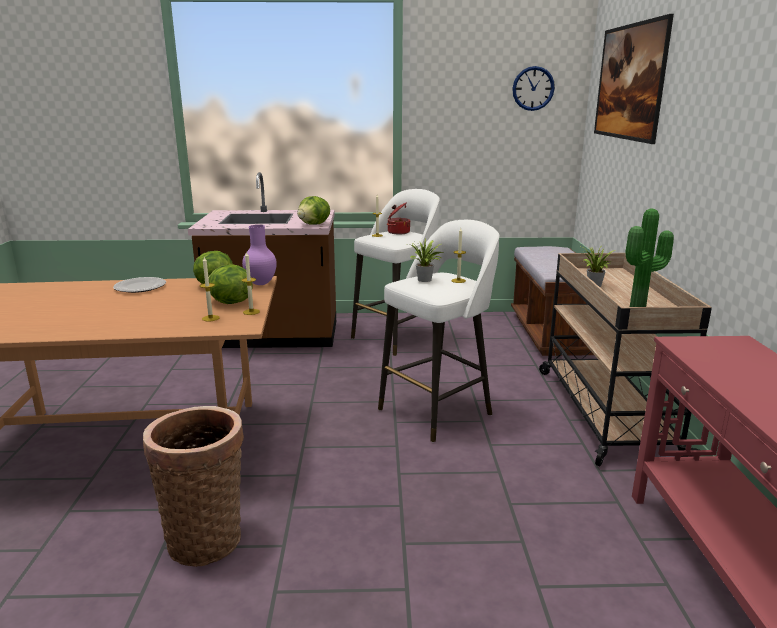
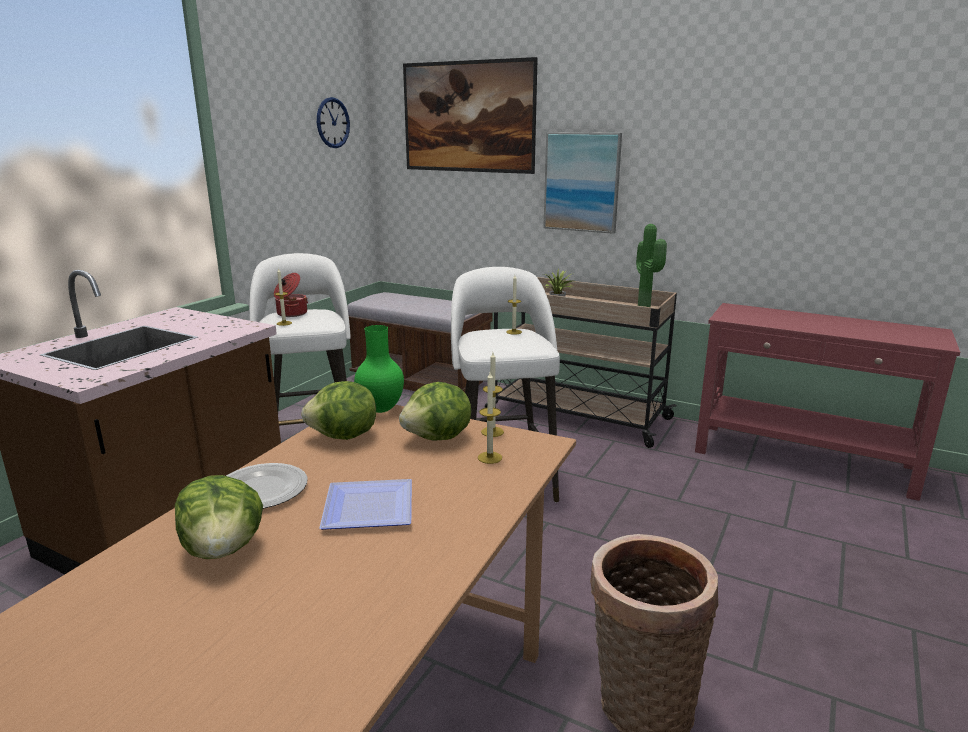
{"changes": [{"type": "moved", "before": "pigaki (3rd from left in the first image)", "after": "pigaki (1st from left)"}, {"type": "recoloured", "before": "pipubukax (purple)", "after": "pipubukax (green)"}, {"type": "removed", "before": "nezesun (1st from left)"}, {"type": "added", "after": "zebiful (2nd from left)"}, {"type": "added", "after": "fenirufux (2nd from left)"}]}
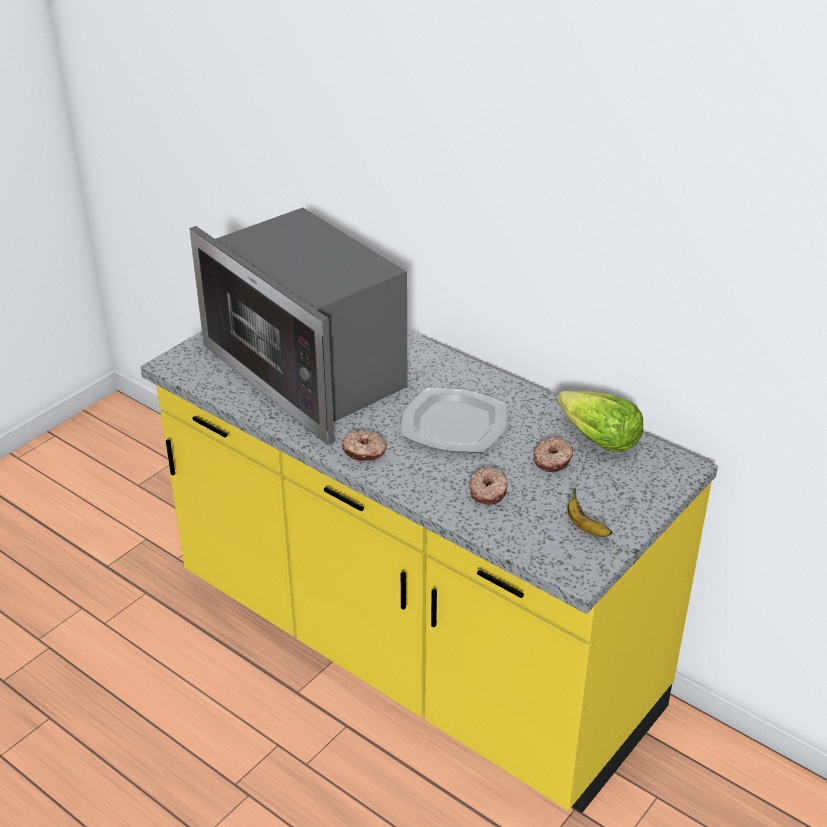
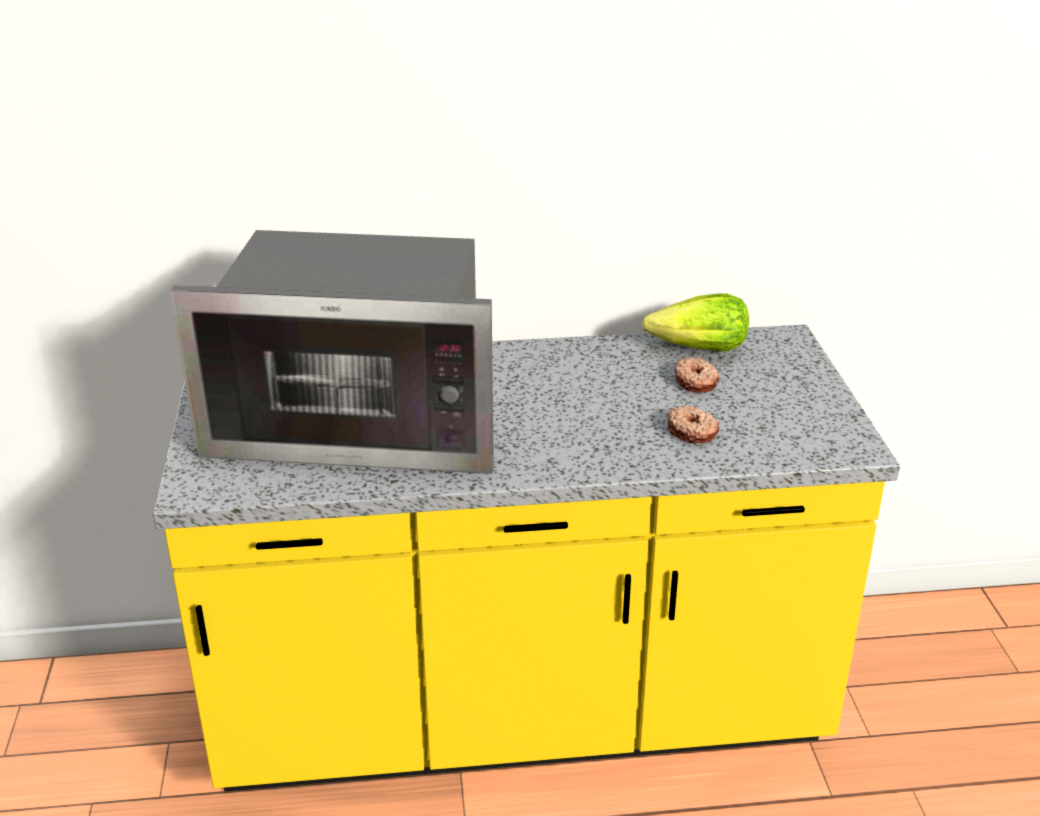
{"changes": [{"type": "removed", "before": "fenirufux"}, {"type": "removed", "before": "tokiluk (1st from left)"}, {"type": "removed", "before": "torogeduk"}]}
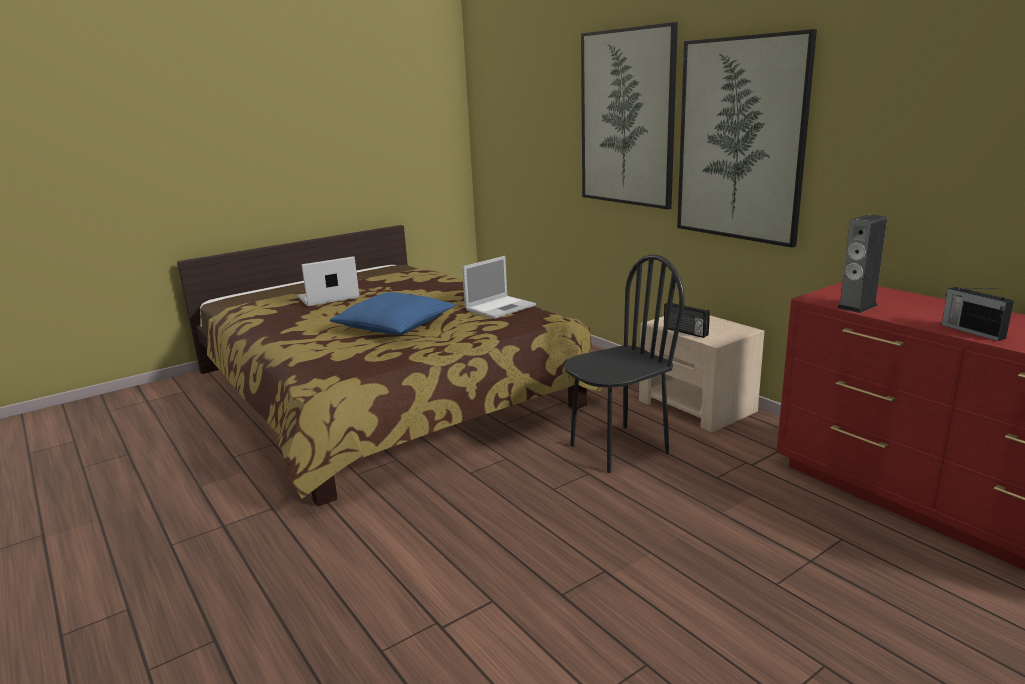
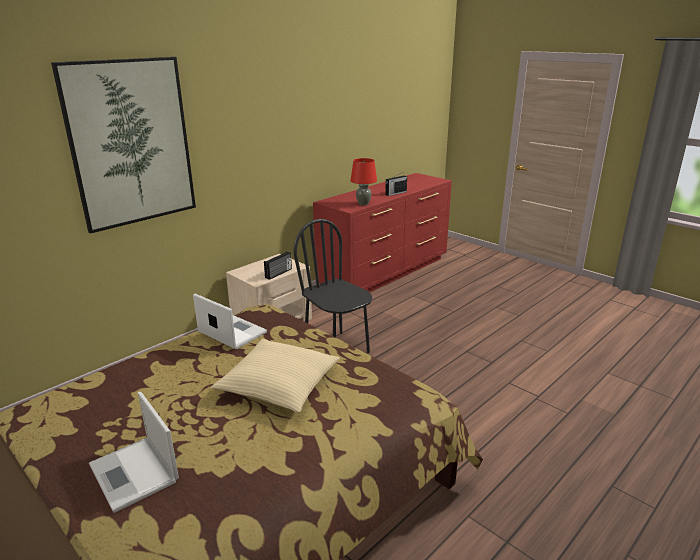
{"changes": [{"type": "removed", "before": "zebiful (2nd from left)"}, {"type": "replaced", "before": "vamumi", "after": "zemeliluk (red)"}, {"type": "recoloured", "before": "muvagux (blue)", "after": "muvagux (beige)"}]}
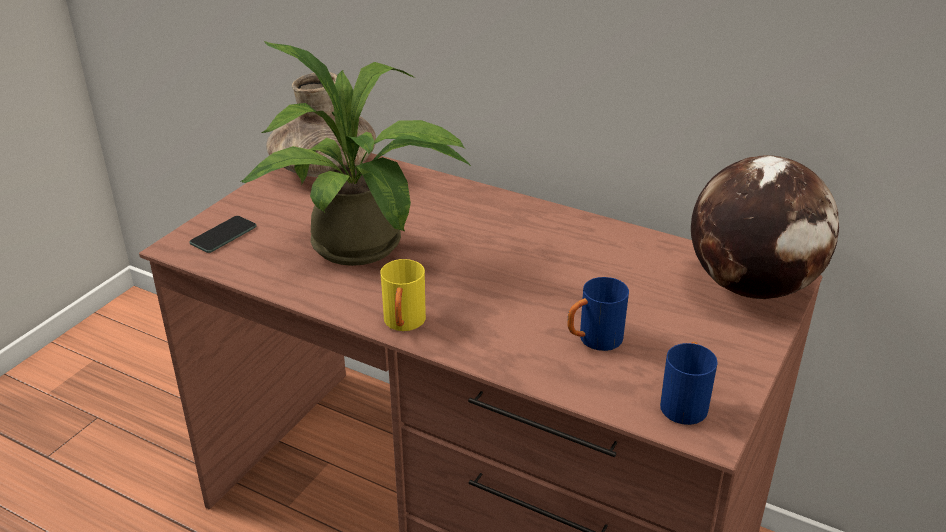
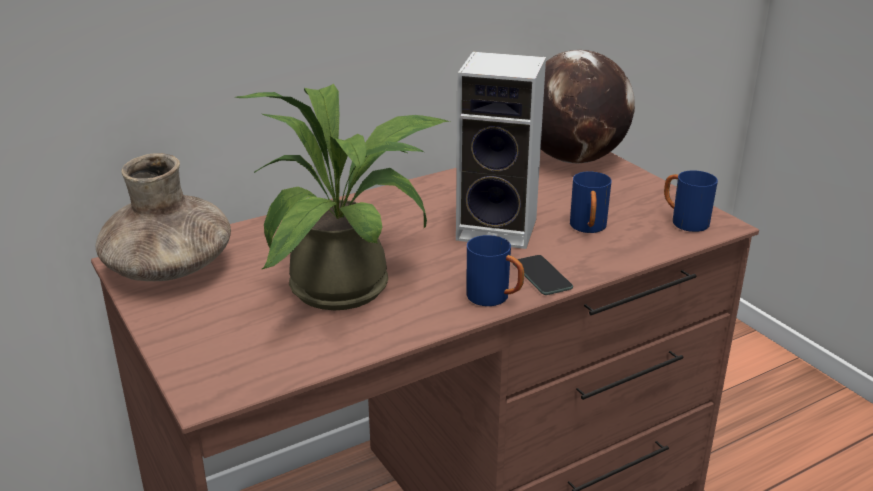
{"changes": [{"type": "moved", "before": "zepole"}, {"type": "recoloured", "before": "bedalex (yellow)", "after": "bedalex (blue) (1st from left)"}, {"type": "added", "after": "vamumi"}]}
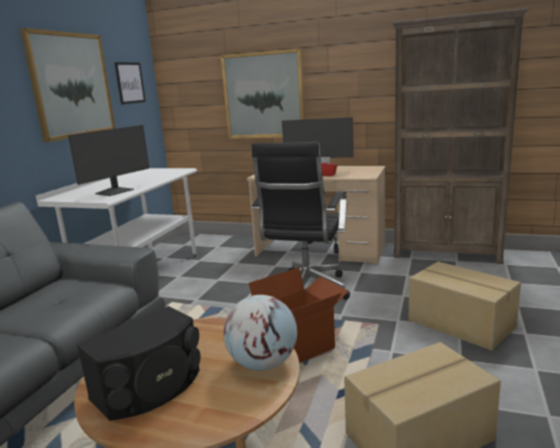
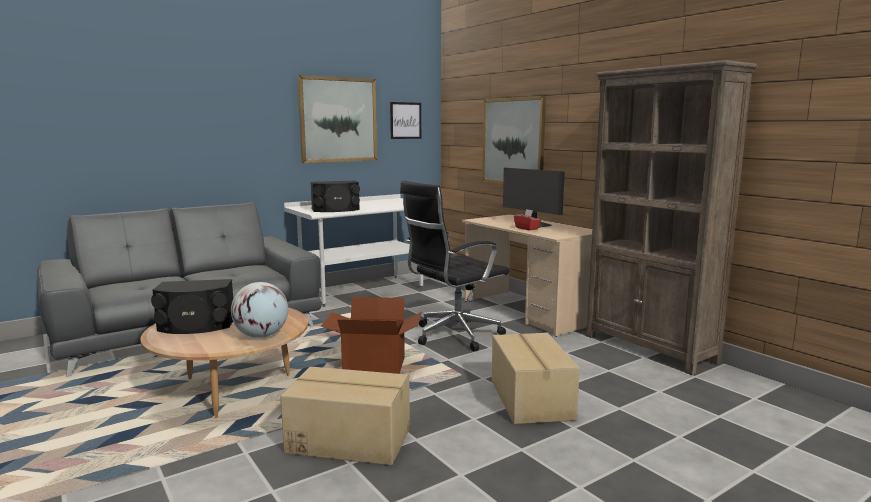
{"changes": [{"type": "replaced", "before": "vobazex (1st from left)", "after": "vamumi (black) (2nd from left)"}]}
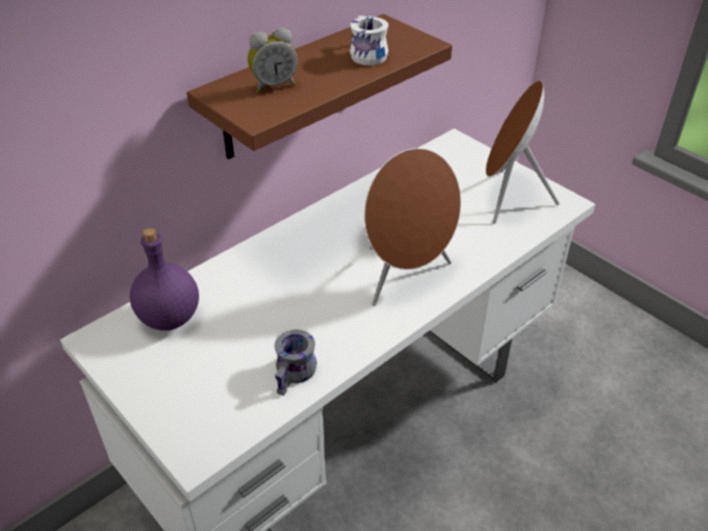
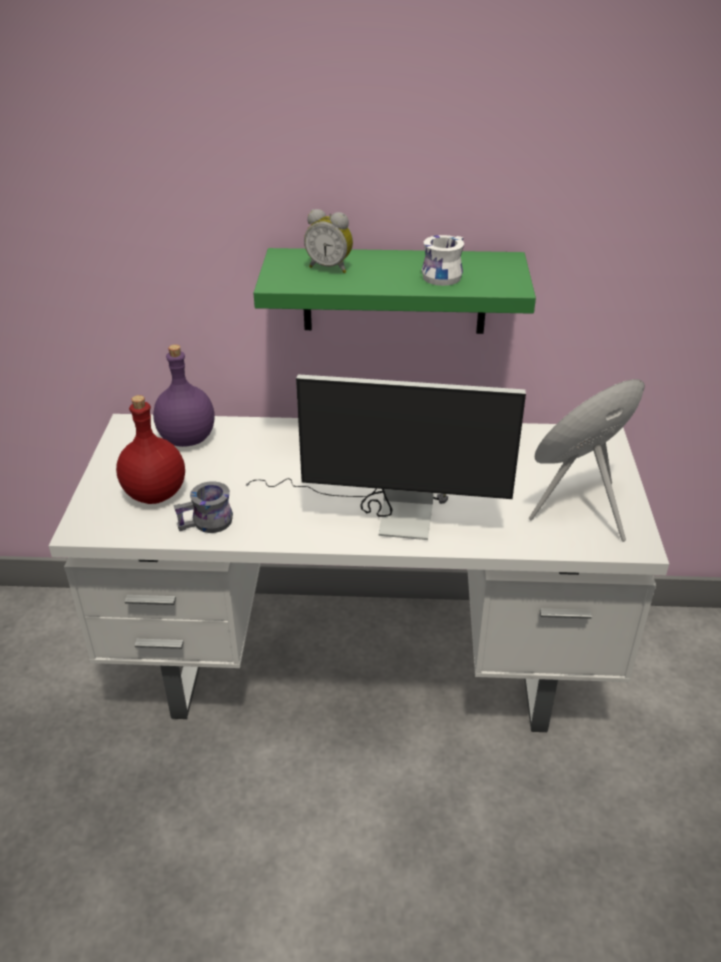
{"changes": [{"type": "recoloured", "before": "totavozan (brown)", "after": "totavozan (green)"}, {"type": "replaced", "before": "vamumi (brown) (1st from left)", "after": "vobazex"}, {"type": "added", "after": "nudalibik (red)"}]}
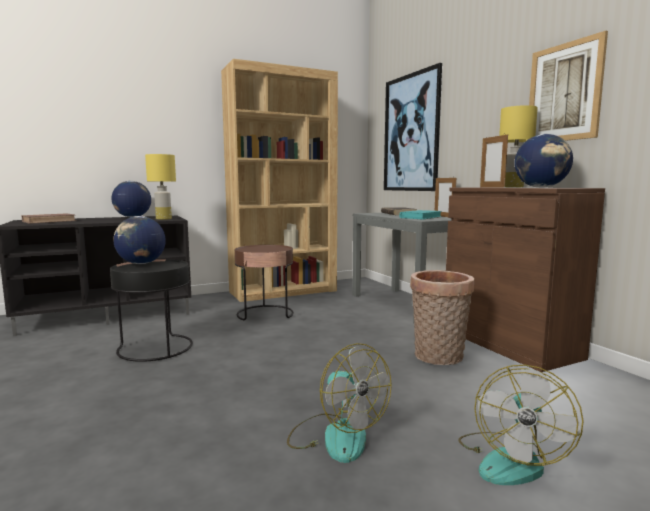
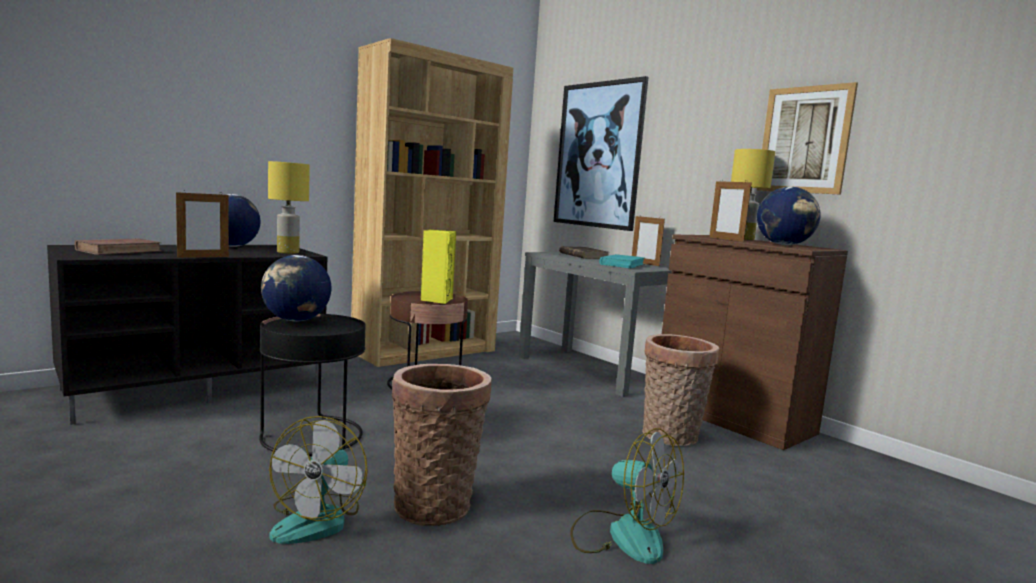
{"changes": [{"type": "moved", "before": "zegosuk (2nd from left in the first image)", "after": "zegosuk (1st from left)"}, {"type": "added", "after": "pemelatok (1st from left)"}, {"type": "added", "after": "vamumi (yellow)"}, {"type": "added", "after": "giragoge (1st from left)"}]}
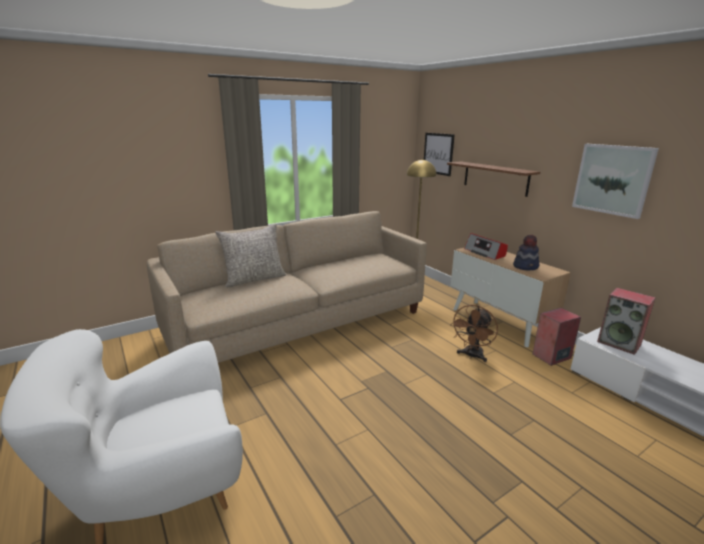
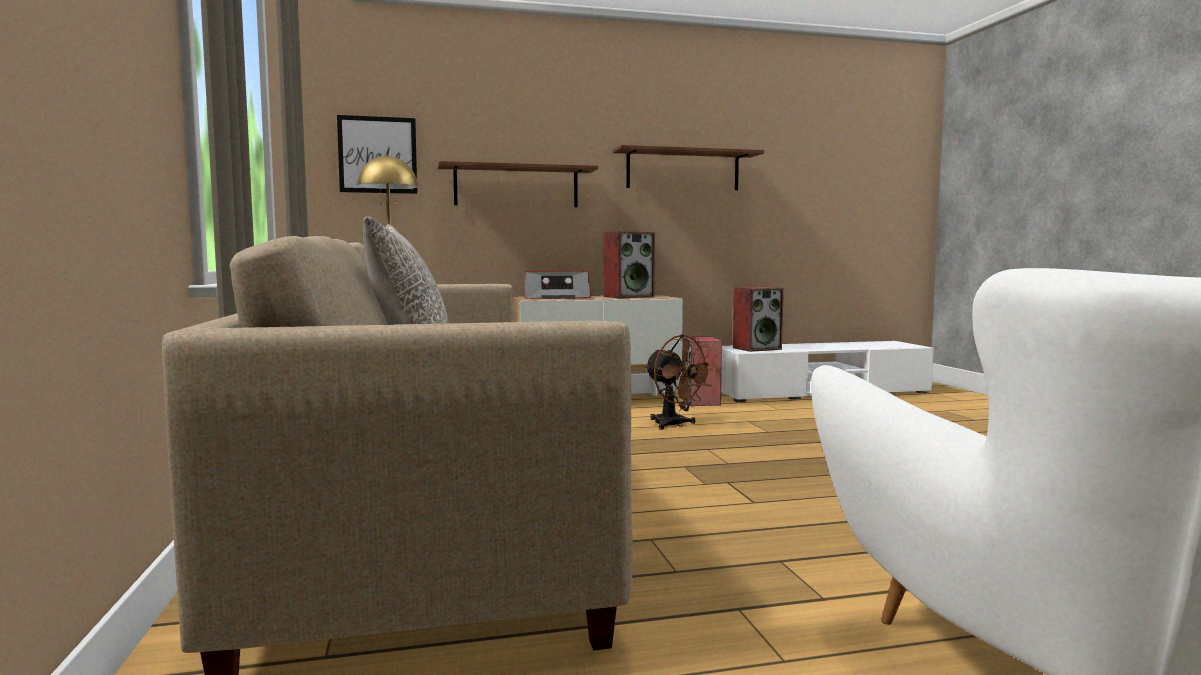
{"changes": [{"type": "replaced", "before": "zebiful (2nd from left)", "after": "totavozan (2nd from left)"}, {"type": "replaced", "before": "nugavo", "after": "vamumi (1st from left)"}]}
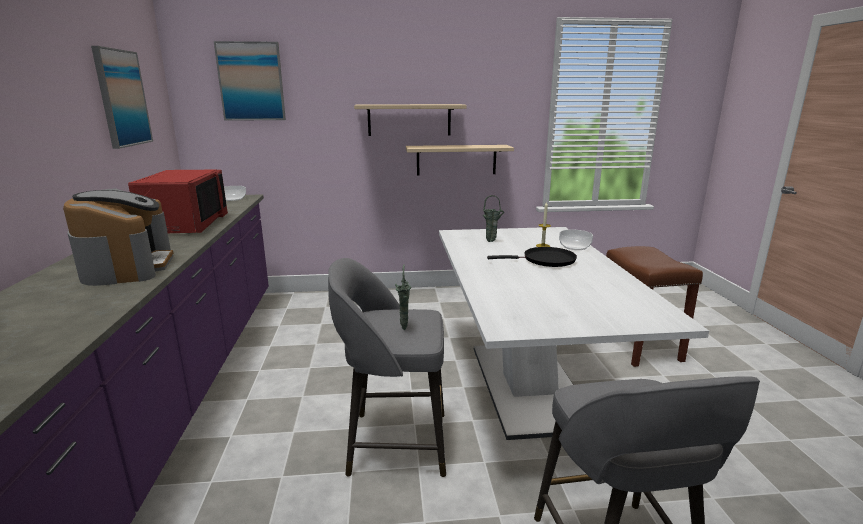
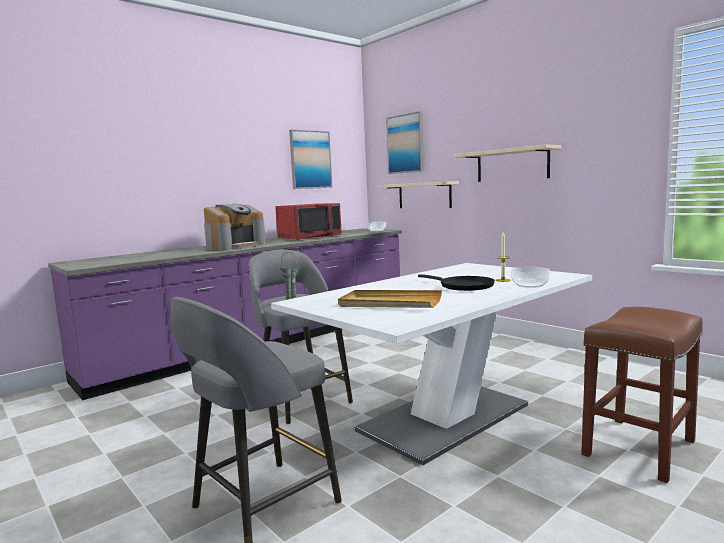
{"changes": [{"type": "moved", "before": "totavozan (beige) (2nd from left in the first image)", "after": "totavozan (beige) (1st from left)"}, {"type": "removed", "before": "pipubukax (green) (2nd from left)"}, {"type": "added", "after": "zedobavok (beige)"}]}
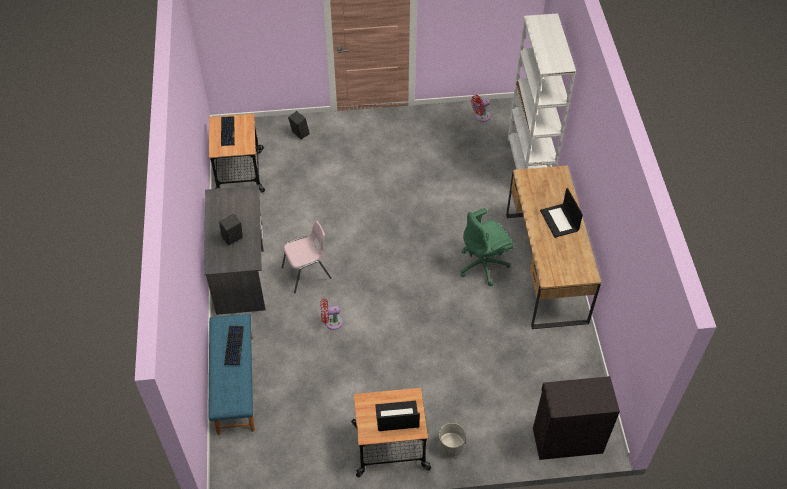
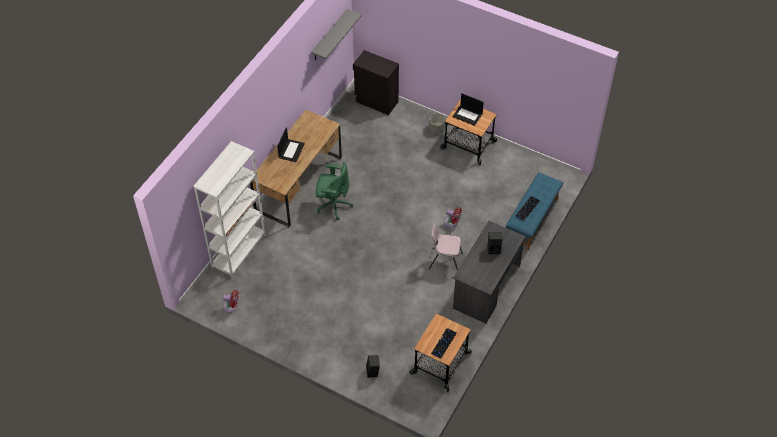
{"changes": [{"type": "added", "after": "totavozan (grey)"}]}
